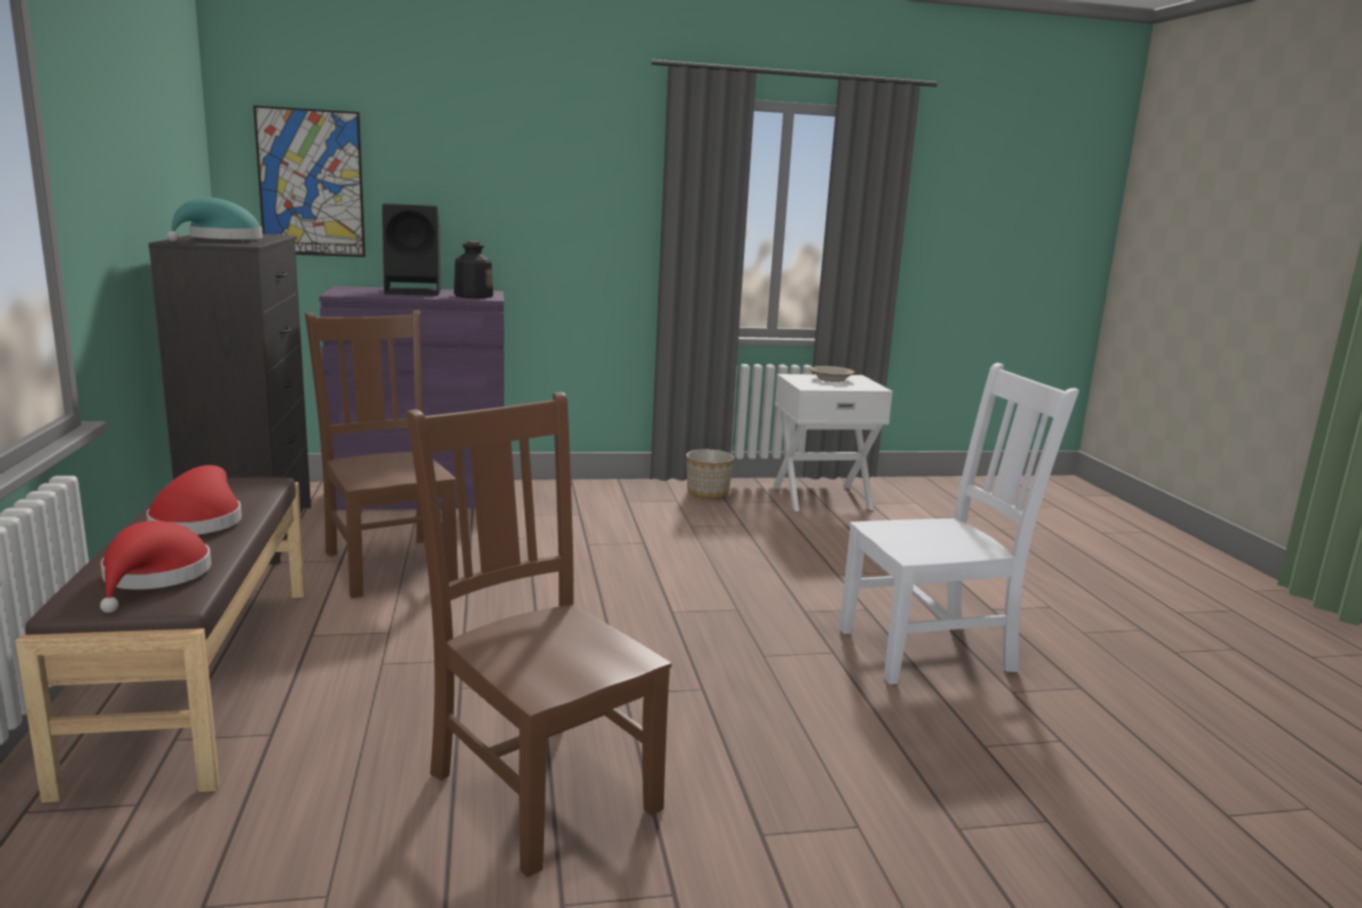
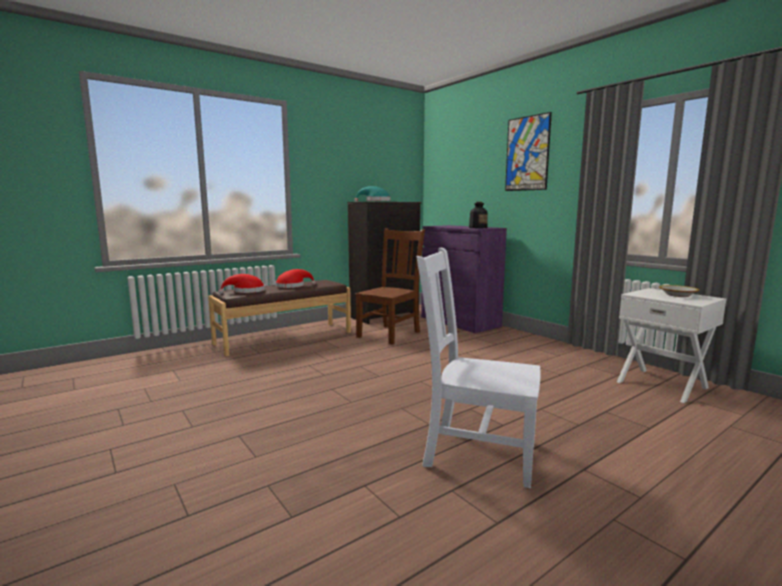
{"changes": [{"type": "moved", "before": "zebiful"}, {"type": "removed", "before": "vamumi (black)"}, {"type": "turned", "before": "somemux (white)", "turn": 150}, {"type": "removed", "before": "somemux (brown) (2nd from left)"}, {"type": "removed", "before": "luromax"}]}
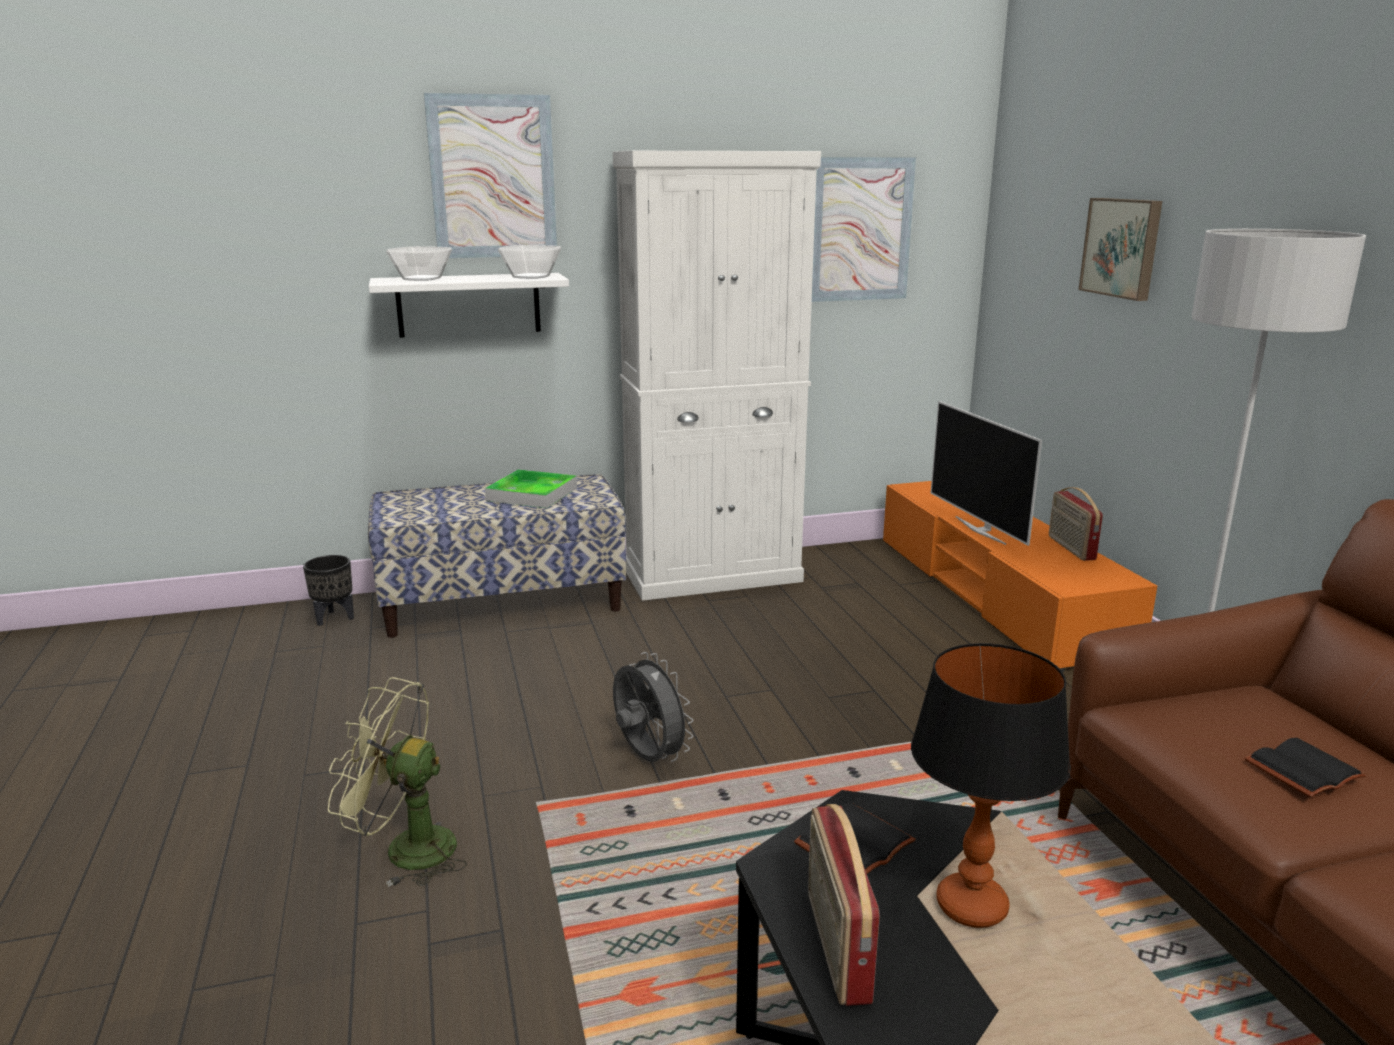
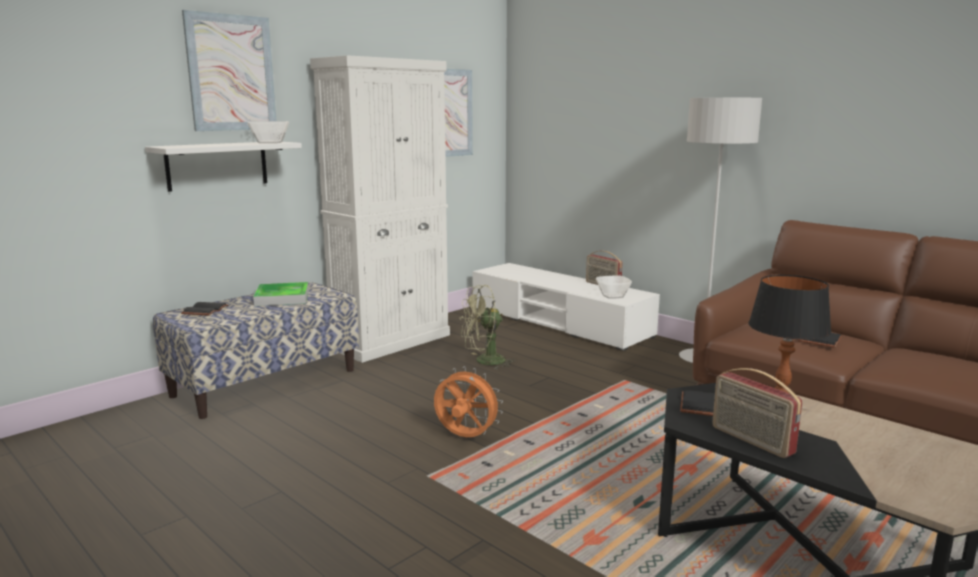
{"changes": [{"type": "removed", "before": "zebiful (3rd from left)"}, {"type": "moved", "before": "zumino (1st from left in the first image)", "after": "zumino (2nd from left)"}, {"type": "removed", "before": "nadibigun"}, {"type": "recoloured", "before": "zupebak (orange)", "after": "zupebak (white)"}, {"type": "removed", "before": "luromax (black)"}, {"type": "recoloured", "before": "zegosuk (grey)", "after": "zegosuk (orange)"}, {"type": "moved", "before": "zegosuk (green)"}, {"type": "added", "after": "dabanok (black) (1st from left)"}]}
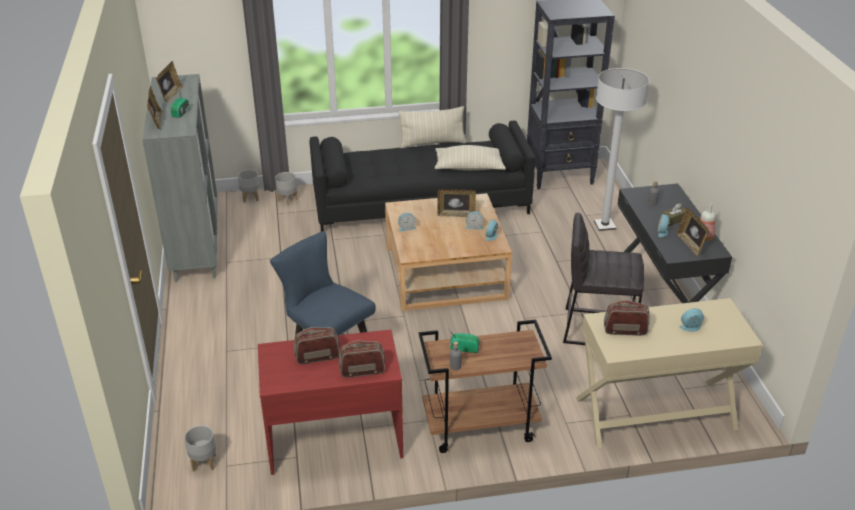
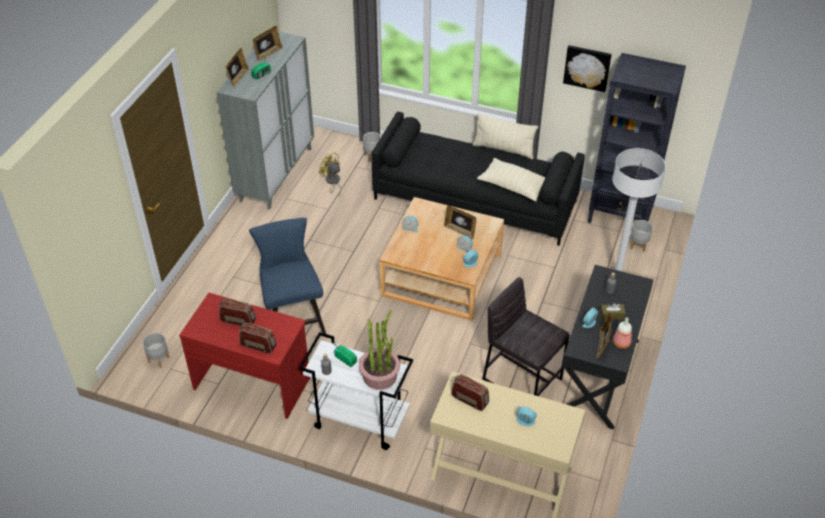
{"changes": [{"type": "moved", "before": "luromax (grey) (2nd from left in the first image)", "after": "luromax (grey) (3rd from left)"}, {"type": "recoloured", "before": "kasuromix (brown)", "after": "kasuromix (white)"}, {"type": "added", "after": "zebiful"}, {"type": "added", "after": "zegosuk (yellow)"}, {"type": "added", "after": "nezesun"}]}
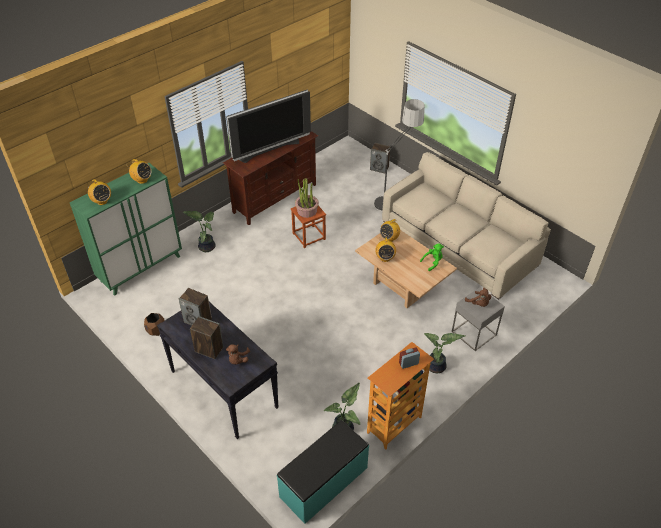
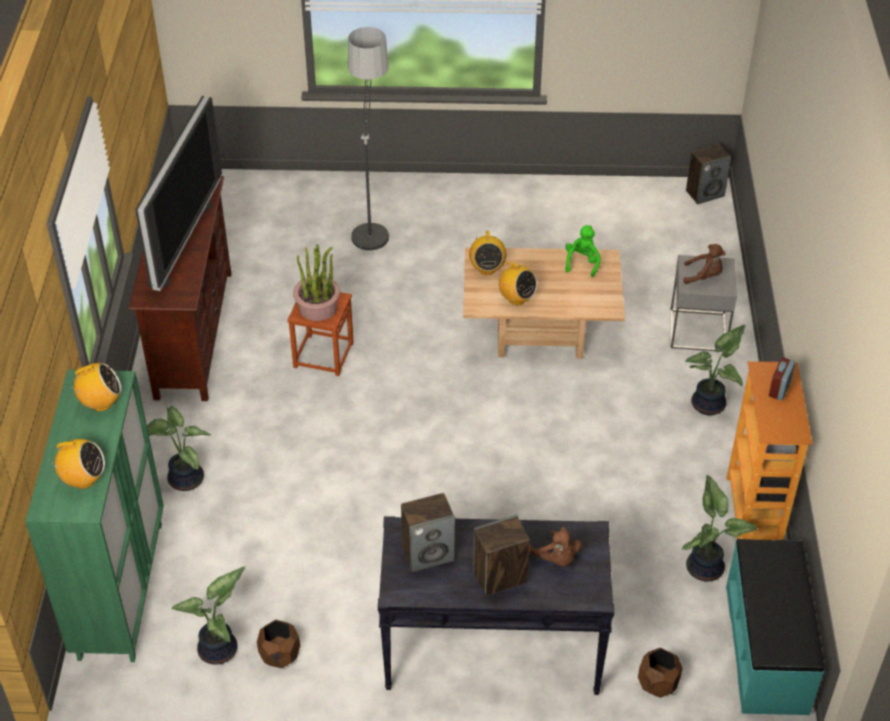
{"changes": [{"type": "moved", "before": "vamumi (3rd from left)"}, {"type": "removed", "before": "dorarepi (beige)"}, {"type": "added", "after": "nezesun (2nd from left)"}, {"type": "added", "after": "luromax (brown) (2nd from left)"}]}
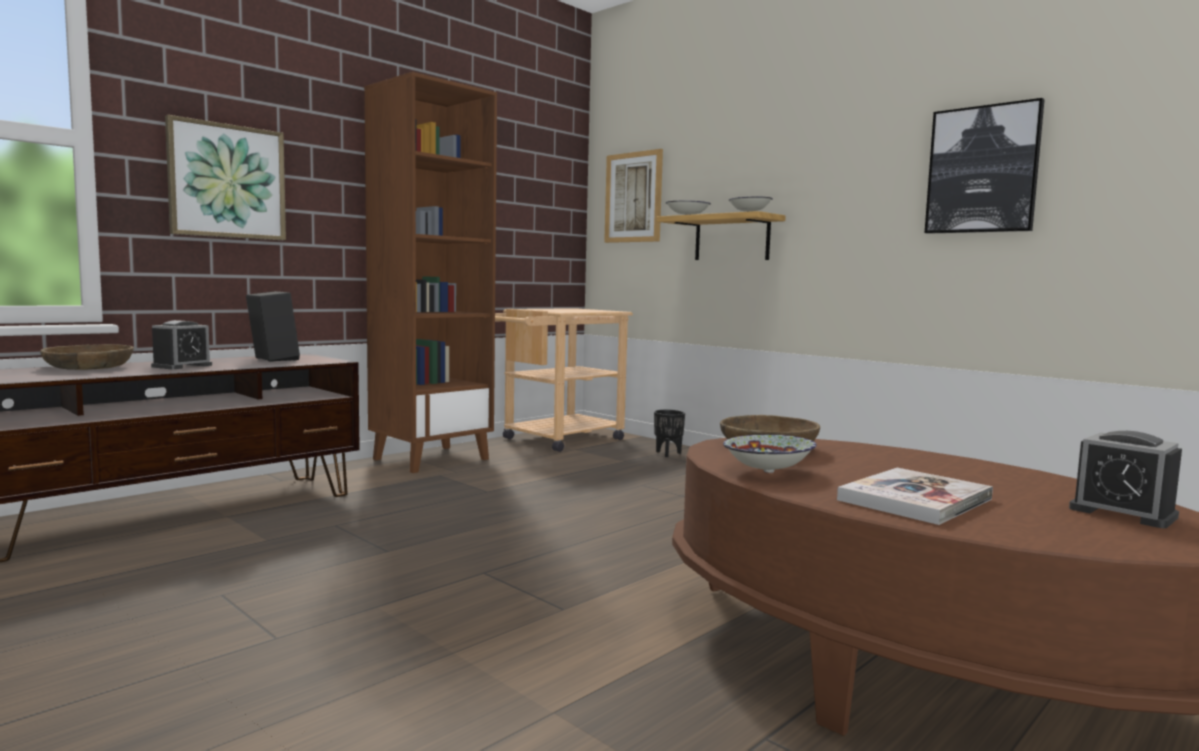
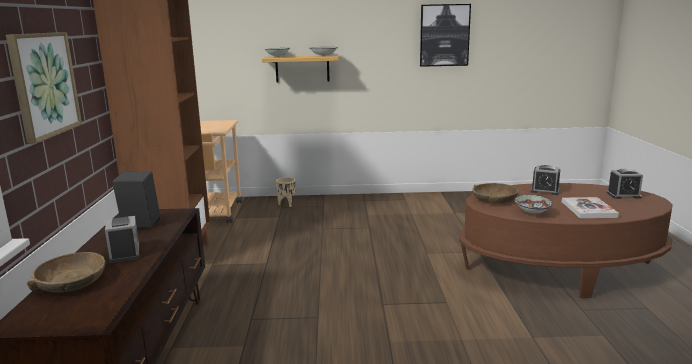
{"changes": [{"type": "removed", "before": "zebiful (2nd from left)"}, {"type": "recoloured", "before": "luromax (black)", "after": "luromax (beige)"}, {"type": "added", "after": "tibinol (2nd from left)"}]}
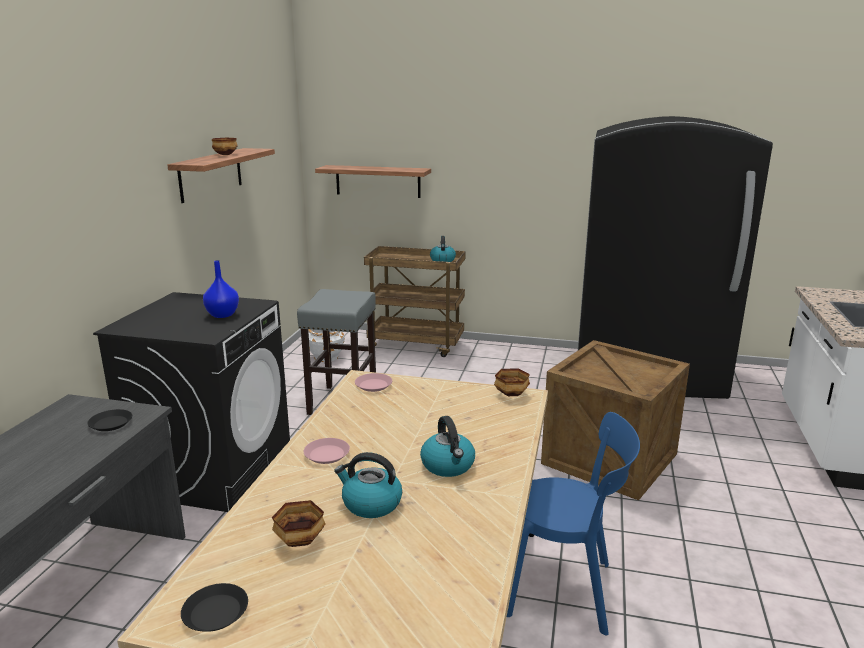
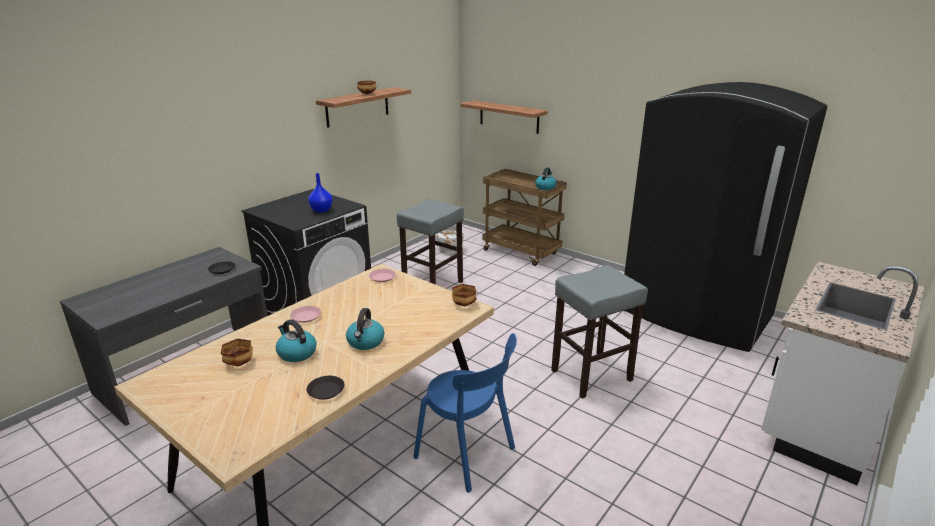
{"changes": [{"type": "replaced", "before": "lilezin", "after": "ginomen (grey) (2nd from left)"}, {"type": "moved", "before": "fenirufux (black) (2nd from left)"}]}
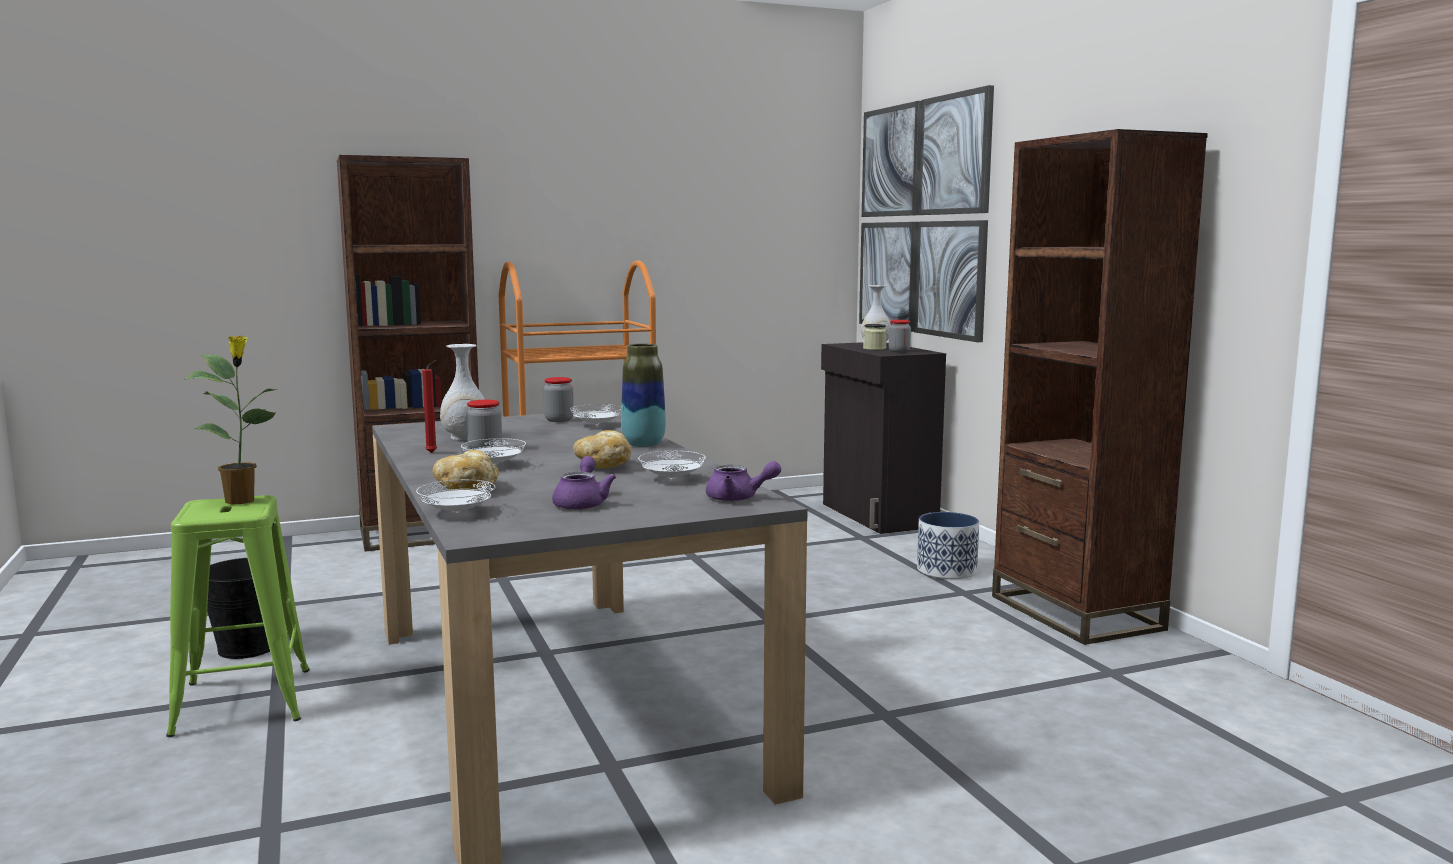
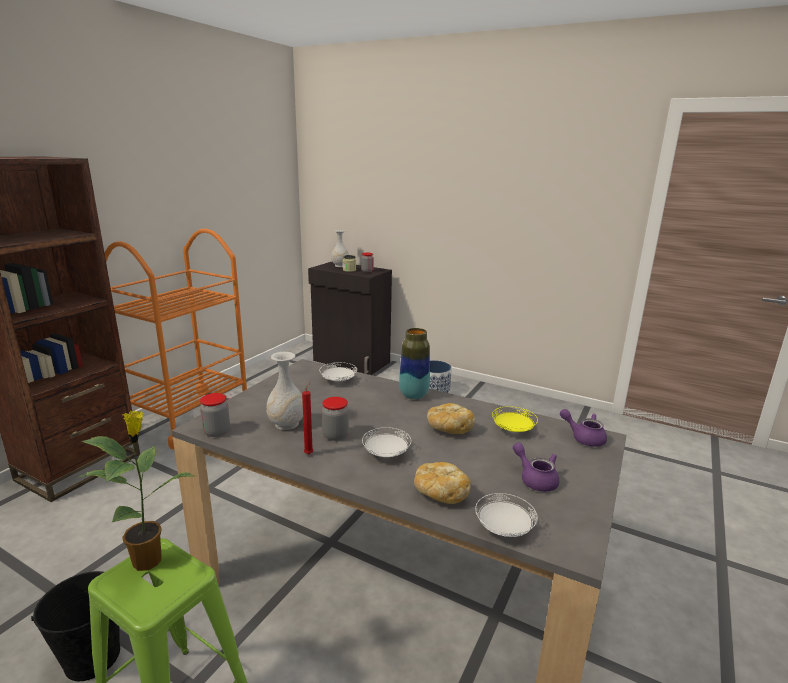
{"changes": [{"type": "removed", "before": "zebiful"}, {"type": "removed", "before": "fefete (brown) (2nd from left)"}, {"type": "moved", "before": "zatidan (2nd from left in the first image)", "after": "zatidan (1st from left)"}, {"type": "recoloured", "before": "fenirufux (white) (4th from left)", "after": "fenirufux (yellow)"}, {"type": "turned", "before": "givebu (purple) (2nd from left)", "turn": -120}]}
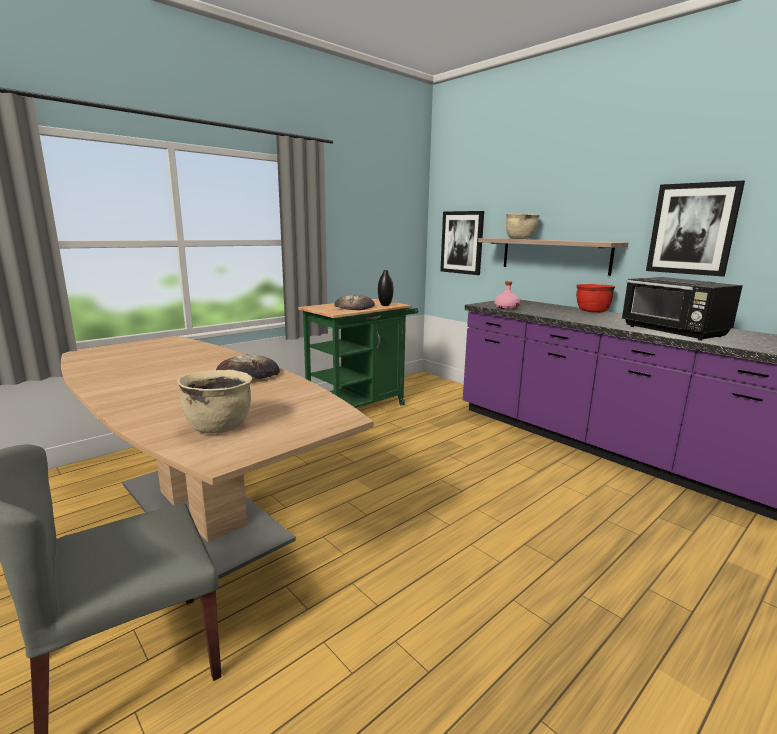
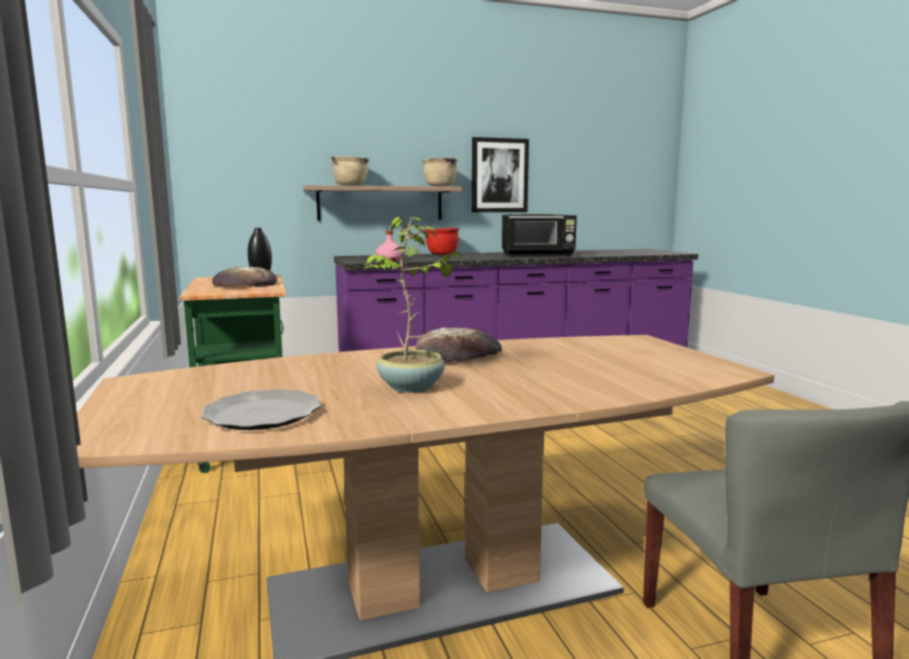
{"changes": [{"type": "removed", "before": "zebiful (1st from left)"}, {"type": "moved", "before": "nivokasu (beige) (1st from left in the first image)", "after": "nivokasu (beige) (2nd from left)"}, {"type": "added", "after": "nezesun"}, {"type": "added", "after": "fenirufux"}]}
